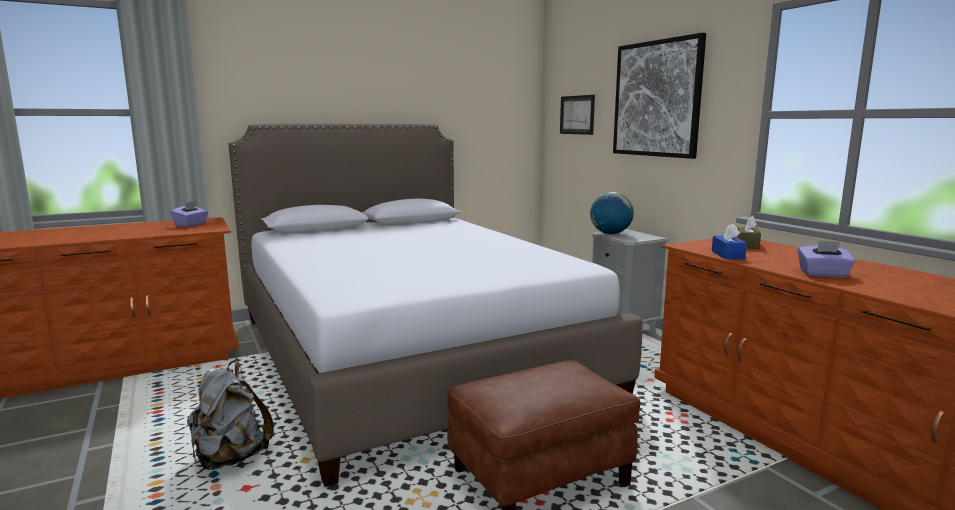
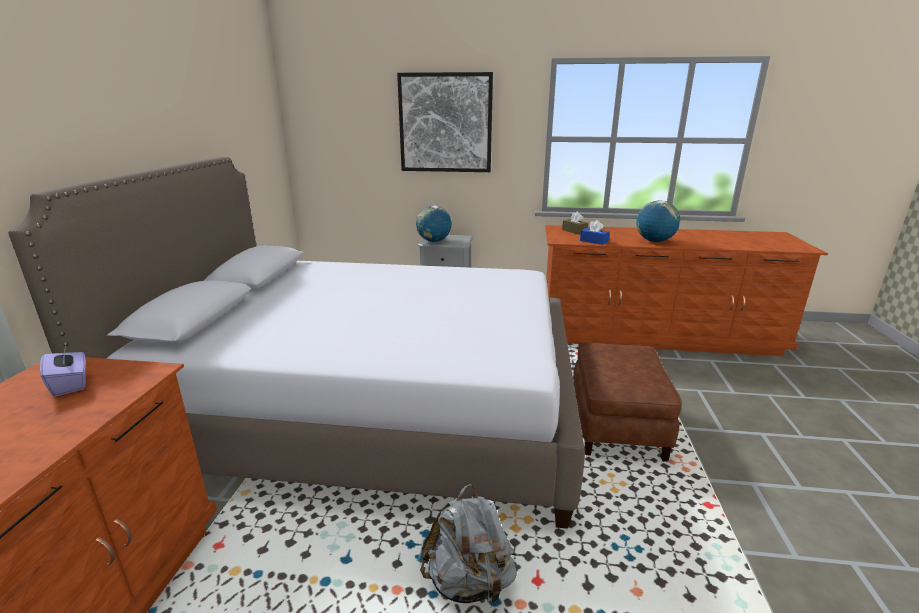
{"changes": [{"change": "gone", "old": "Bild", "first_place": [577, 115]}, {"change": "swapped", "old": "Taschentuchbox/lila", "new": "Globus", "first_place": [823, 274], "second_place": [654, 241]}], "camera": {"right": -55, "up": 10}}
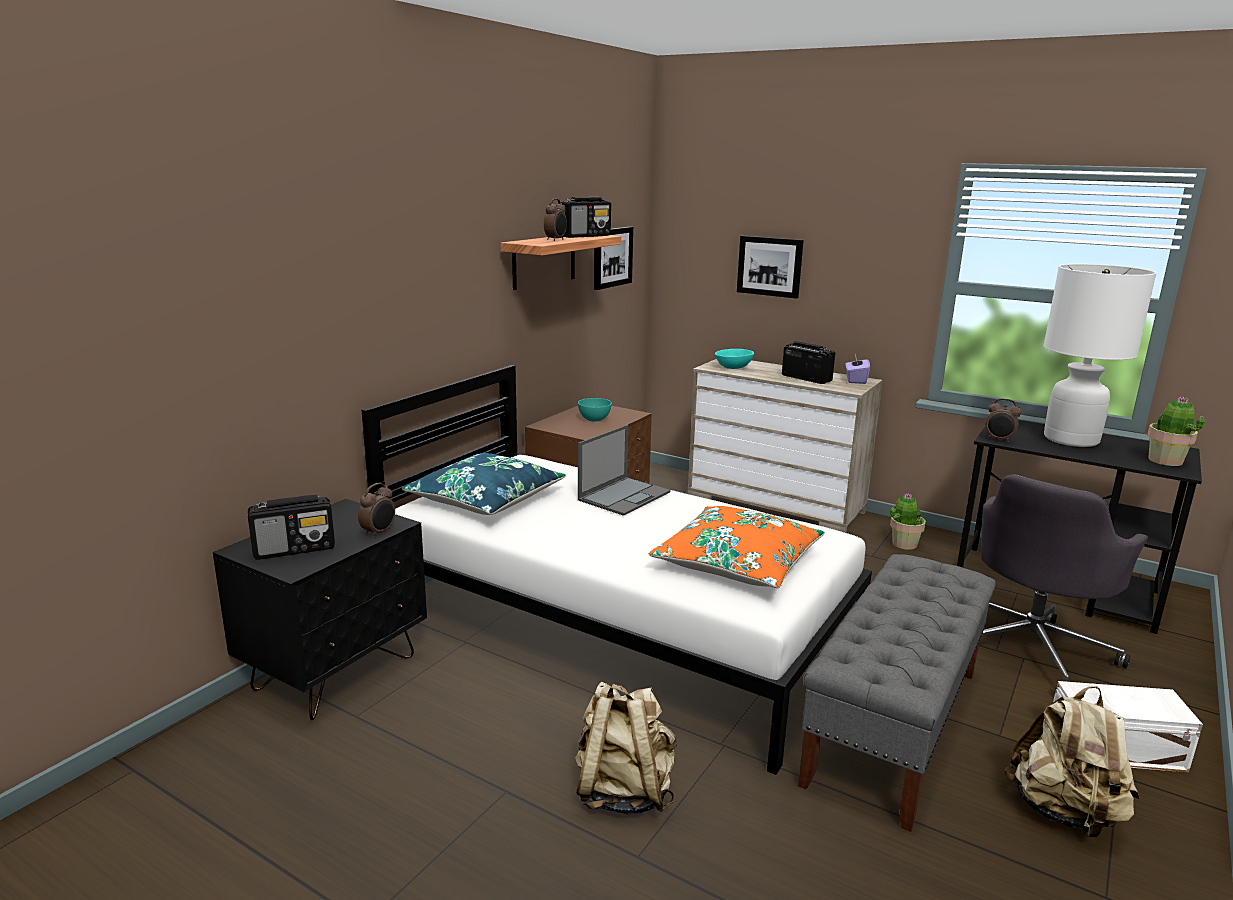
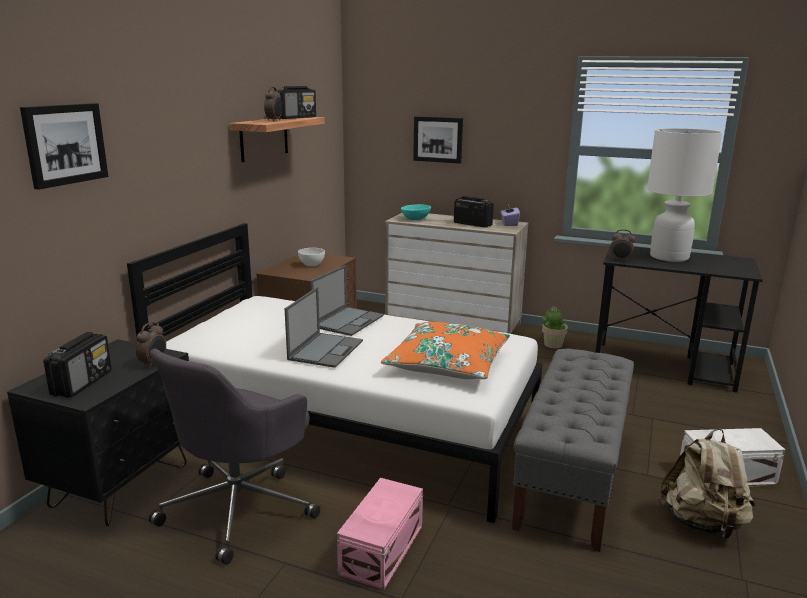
{"changes": [{"change": "rotated", "old": "Radio", "first_place": [295, 549], "second_place": [82, 383], "degrees": -45}, {"change": "gone", "old": "Kissen/blau", "first_place": [486, 499]}, {"change": "swapped", "old": "Rucksack/beige", "new": "Aufbewahrungsbox/rosa", "first_place": [623, 791], "second_place": [380, 550]}, {"change": "repainted", "old": "Schüssel/türkis", "new": "Schüssel/weiß", "first_place": [594, 419], "second_place": [312, 265]}, {"change": "shifted", "old": "Bild", "first_place": [611, 257], "second_place": [65, 144]}, {"change": "shifted", "old": "Bürostuhl/grau", "first_place": [1032, 649], "second_place": [240, 507]}, {"change": "gone", "old": "Topfpflanze", "first_place": [1165, 461]}, {"change": "new", "new": "Laptop", "second_place": [326, 350]}], "camera": {"right": -10, "up": 0}}
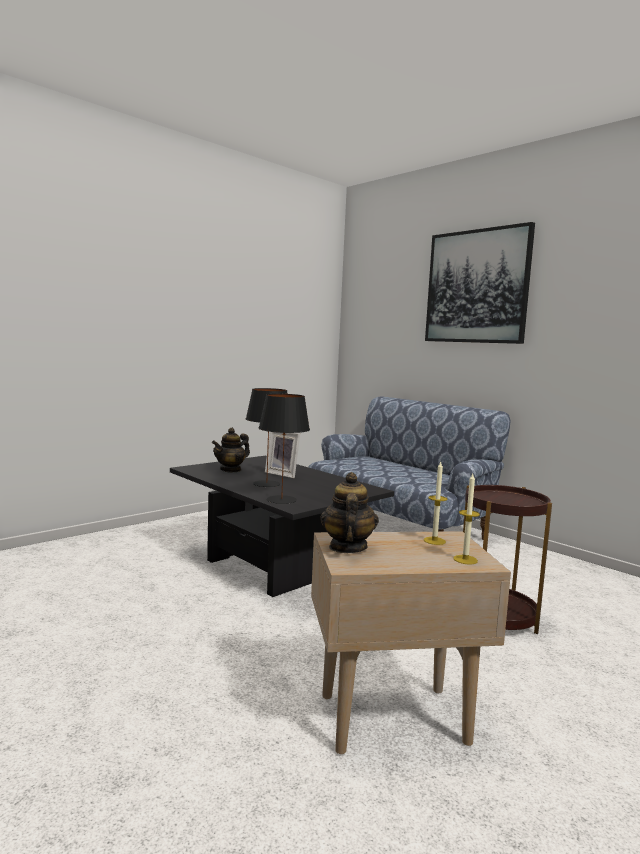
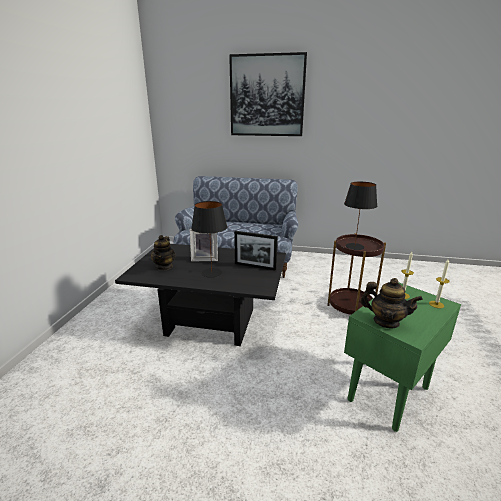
{"changes": [{"change": "shifted", "old": "Tischlampe/schwarz", "first_place": [281, 499], "second_place": [354, 246]}, {"change": "repainted", "old": "Beistelltisch/beige", "new": "Beistelltisch/grün", "first_place": [391, 719], "second_place": [387, 394]}, {"change": "rotated", "old": "Teekanne", "first_place": [347, 547], "second_place": [386, 322], "degrees": 150}, {"change": "new", "new": "Bilderrahmen", "second_place": [255, 266]}], "camera": {"right": -35, "up": 15}}
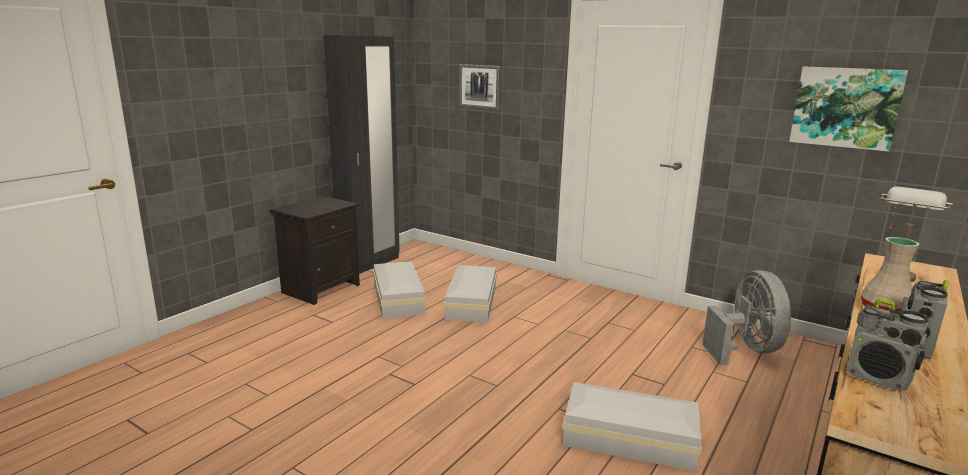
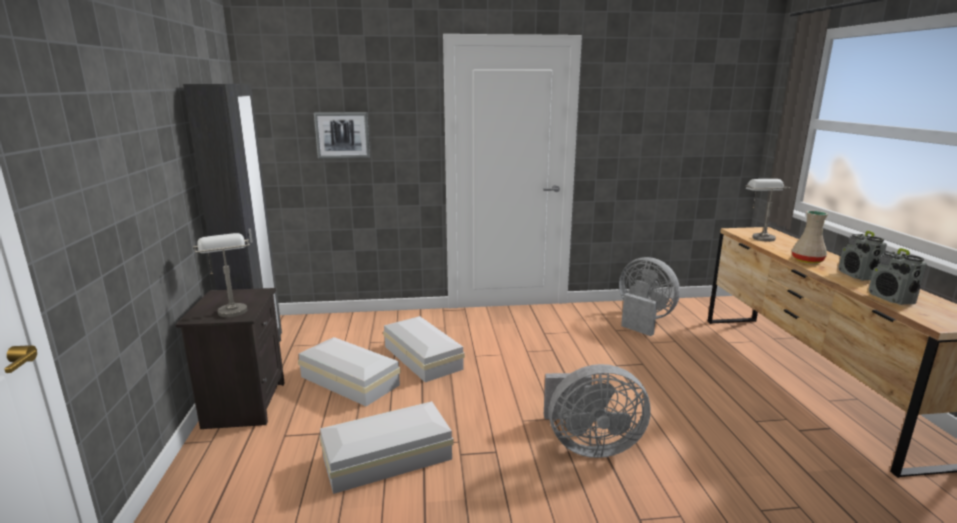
{"changes": [{"change": "shifted", "old": "Aufbewahrungsbox/weiß", "first_place": [631, 440], "second_place": [389, 458]}, {"change": "gone", "old": "Bild", "first_place": [845, 107]}, {"change": "rotated", "old": "Radio", "first_place": [878, 378], "second_place": [891, 299], "degrees": 75}, {"change": "new", "new": "Tischlampe/grau", "second_place": [230, 308]}, {"change": "new", "new": "Ventilator/grau", "second_place": [589, 445]}], "camera": {"right": -40, "up": 0}}
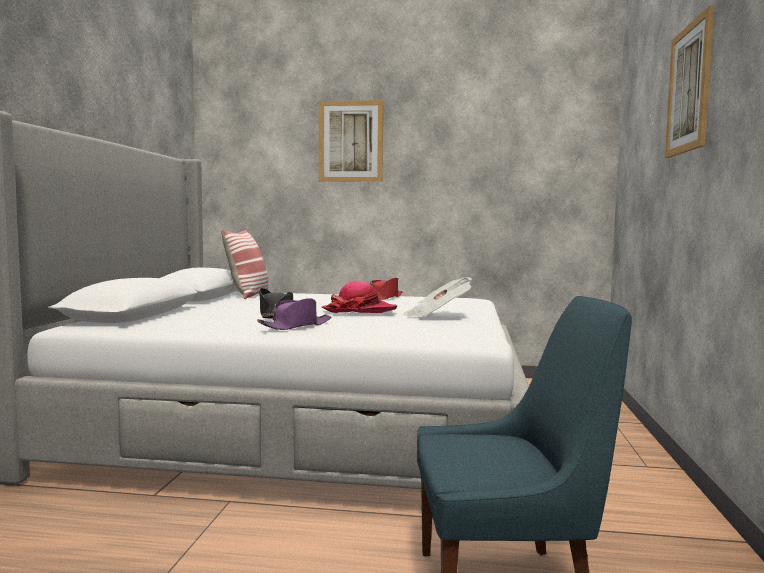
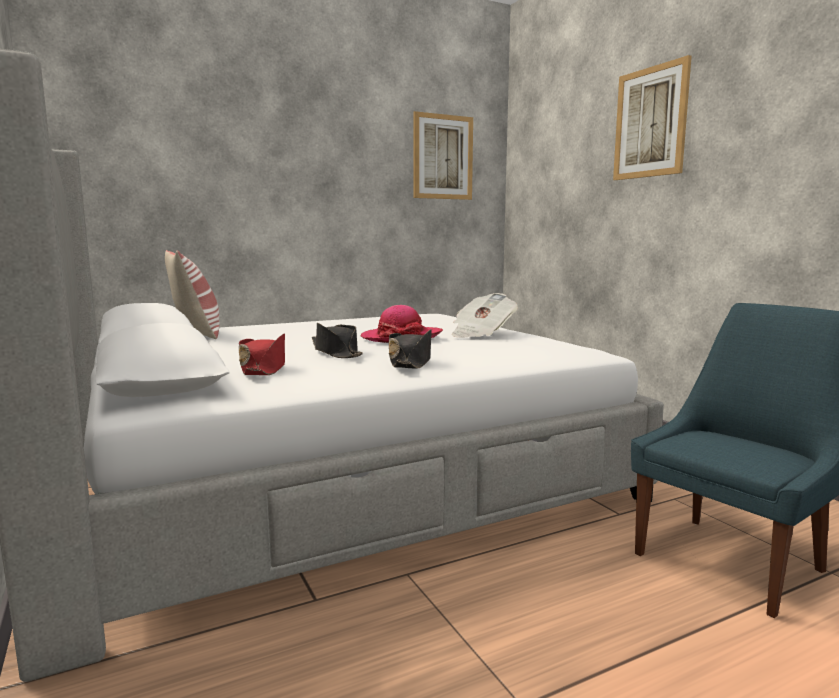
{"changes": [{"change": "repainted", "old": "Hut/lila", "new": "Hut/schwarz", "first_place": [296, 326], "second_place": [410, 362]}, {"change": "shifted", "old": "Bild", "first_place": [350, 141], "second_place": [443, 157]}, {"change": "shifted", "old": "Hut/rot", "first_place": [384, 298], "second_place": [263, 369]}], "camera": {"right": -35, "up": 5}}
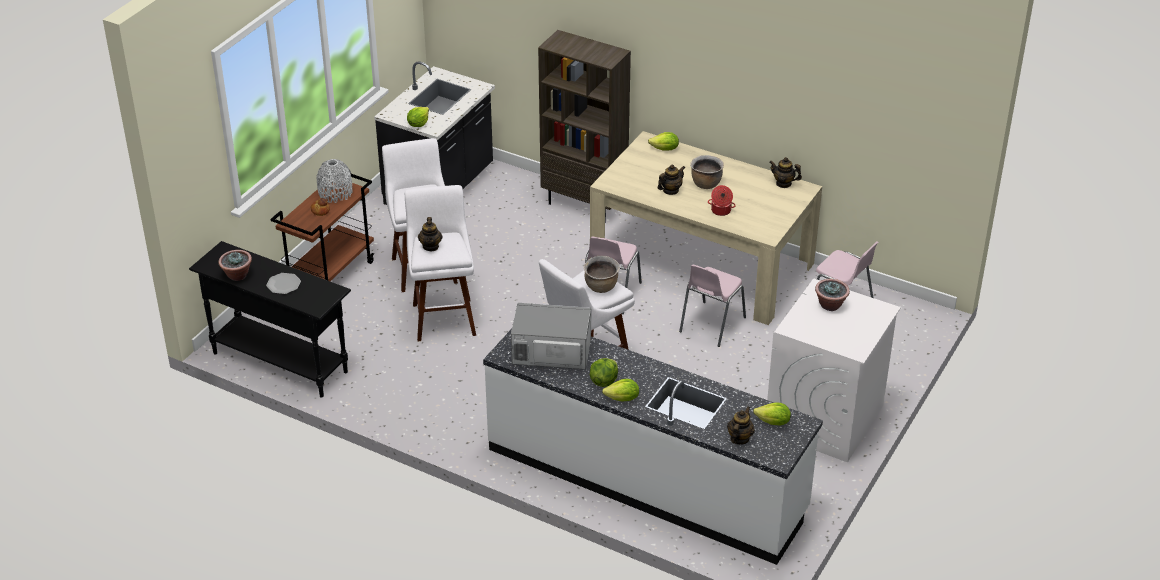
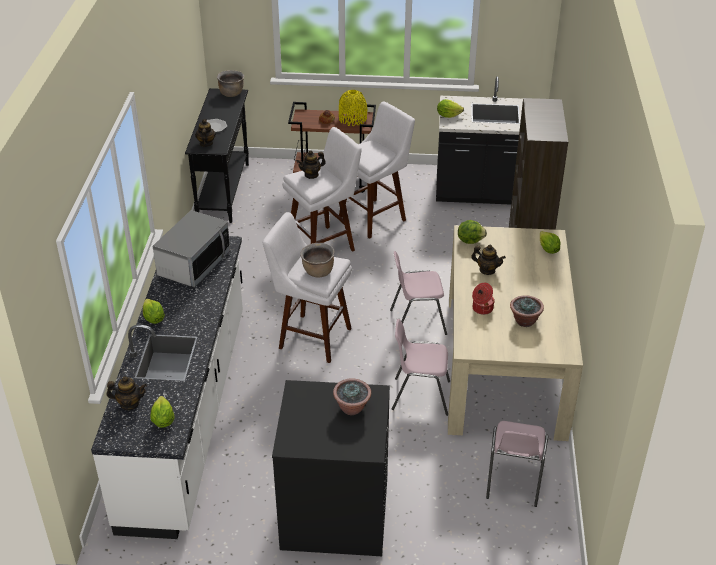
{"changes": [{"change": "shifted", "old": "Topfpflanze", "first_place": [237, 275], "second_place": [524, 321]}, {"change": "repainted", "old": "Vase/grau", "new": "Vase/gelb", "first_place": [335, 193], "second_place": [352, 119]}, {"change": "rotated", "old": "Mikrowelle", "first_place": [551, 354], "second_place": [194, 264], "degrees": 45}, {"change": "shifted", "old": "Salatkopf", "first_place": [603, 381], "second_place": [470, 240]}, {"change": "shifted", "old": "Kochtopf/braun", "first_place": [705, 184], "second_place": [231, 93]}, {"change": "repainted", "old": "Waschmaschine/weiß", "new": "Waschmaschine/schwarz", "first_place": [824, 419], "second_place": [334, 514]}, {"change": "shifted", "old": "Teekanne", "first_place": [784, 183], "second_place": [206, 143]}], "camera": {"right": 65, "up": 0}}
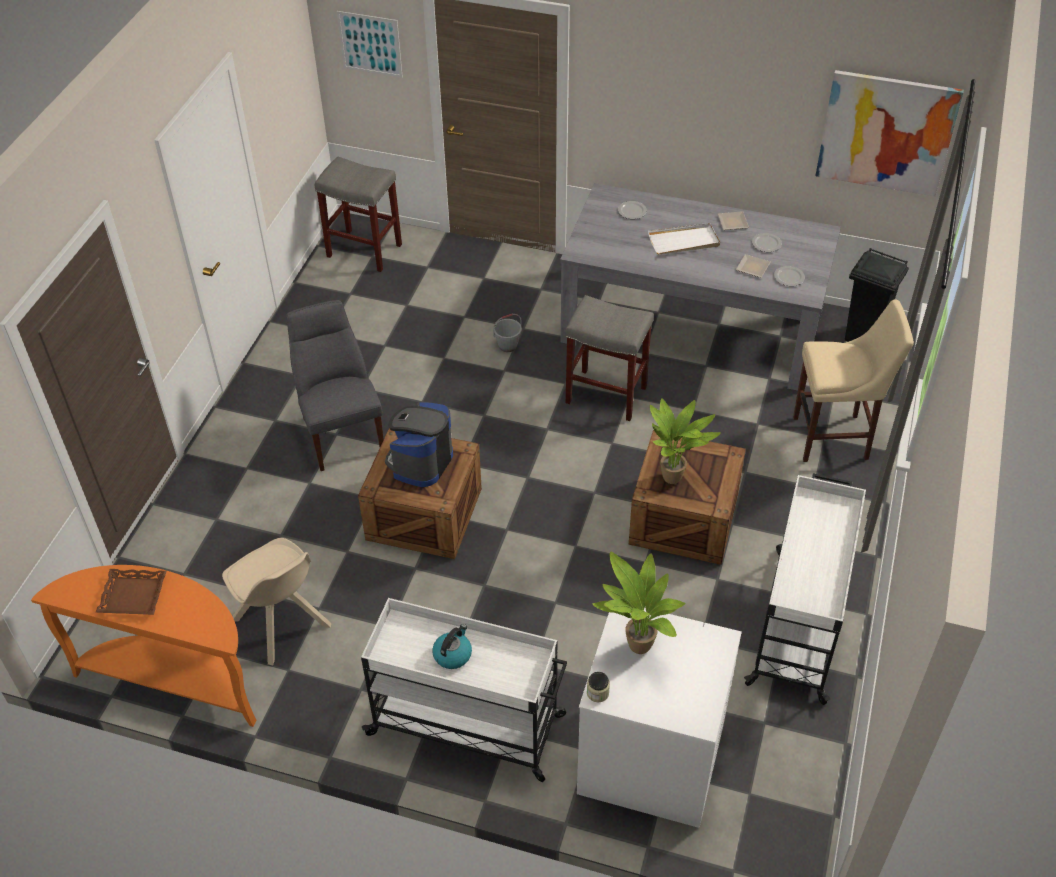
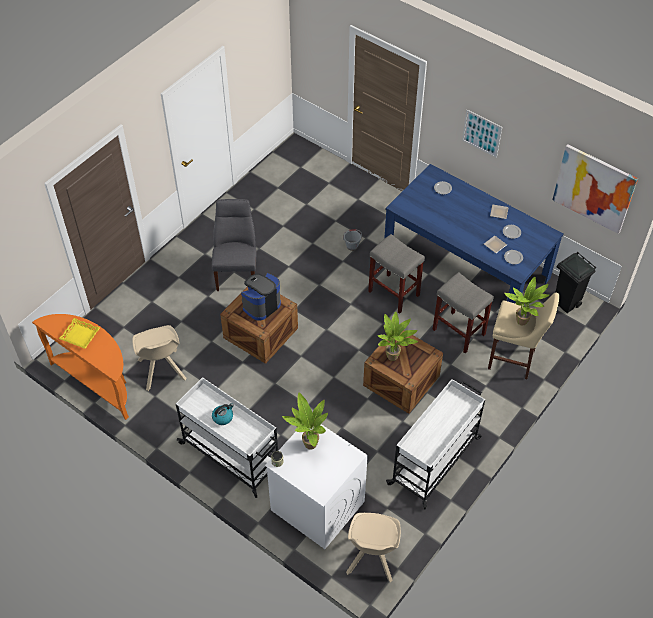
{"changes": [{"change": "repainted", "old": "Tablett/braun", "new": "Tablett/gelb", "first_place": [133, 595], "second_place": [80, 335]}, {"change": "shifted", "old": "Hocker/grau", "first_place": [363, 250], "second_place": [458, 332]}, {"change": "shifted", "old": "Bild", "first_place": [370, 44], "second_place": [482, 133]}, {"change": "repainted", "old": "Esstisch/grau", "new": "Esstisch/blau", "first_place": [692, 326], "second_place": [466, 265]}, {"change": "gone", "old": "Tablett/weiß", "first_place": [684, 241]}, {"change": "new", "new": "Stuhl/beige", "second_place": [372, 558]}, {"change": "new", "new": "Topfpflanze", "second_place": [523, 323]}], "camera": {"right": 20, "up": 5}}
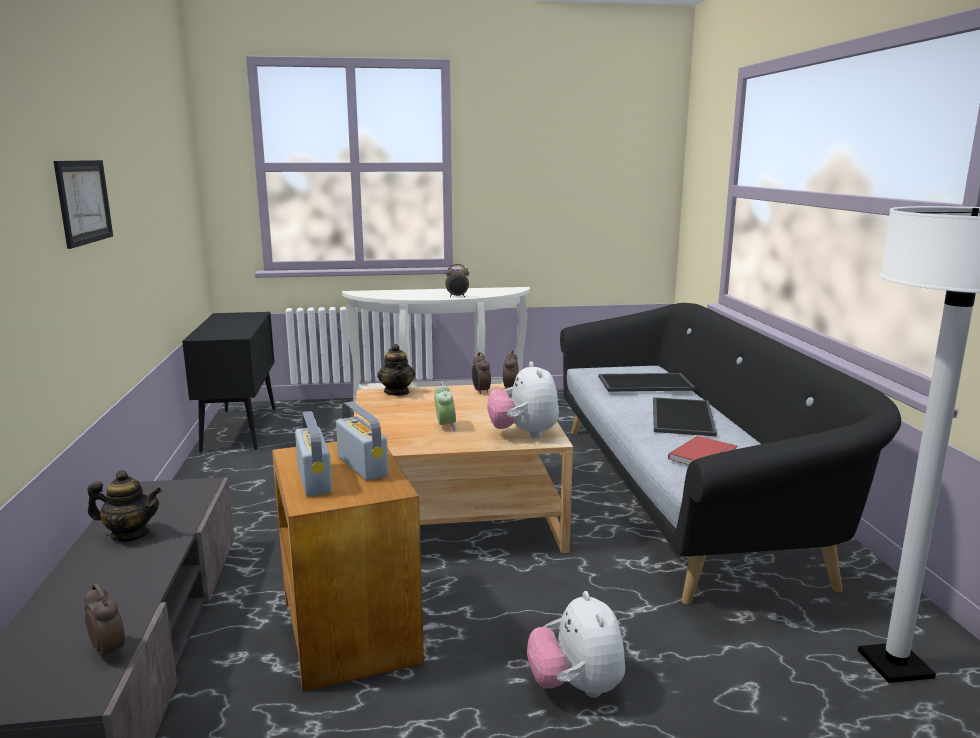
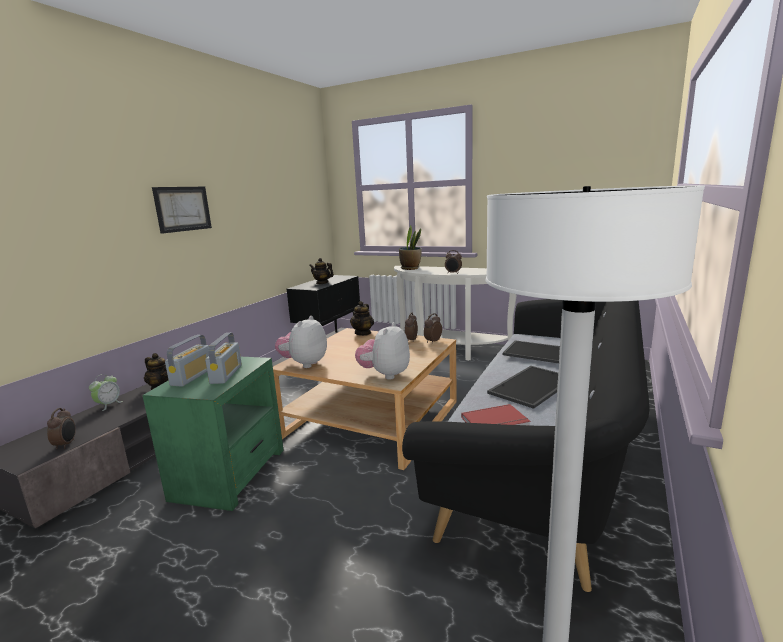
{"changes": [{"change": "repainted", "old": "Beistelltisch/braun", "new": "Beistelltisch/grün", "first_place": [350, 627], "second_place": [230, 473]}, {"change": "shifted", "old": "Wecker", "first_place": [445, 426], "second_place": [108, 405]}, {"change": "shifted", "old": "Plüschtier", "first_place": [576, 687], "second_place": [304, 364]}, {"change": "new", "new": "Teekanne", "second_place": [322, 283]}, {"change": "new", "new": "Topfpflanze", "second_place": [410, 268]}], "camera": {"right": 35, "up": 0}}
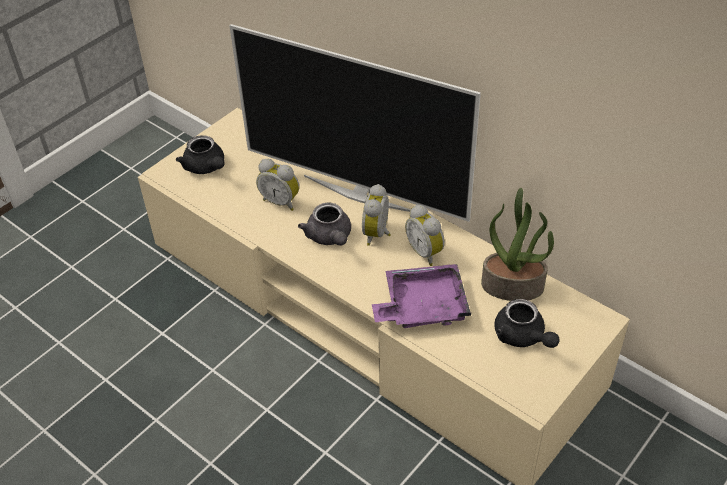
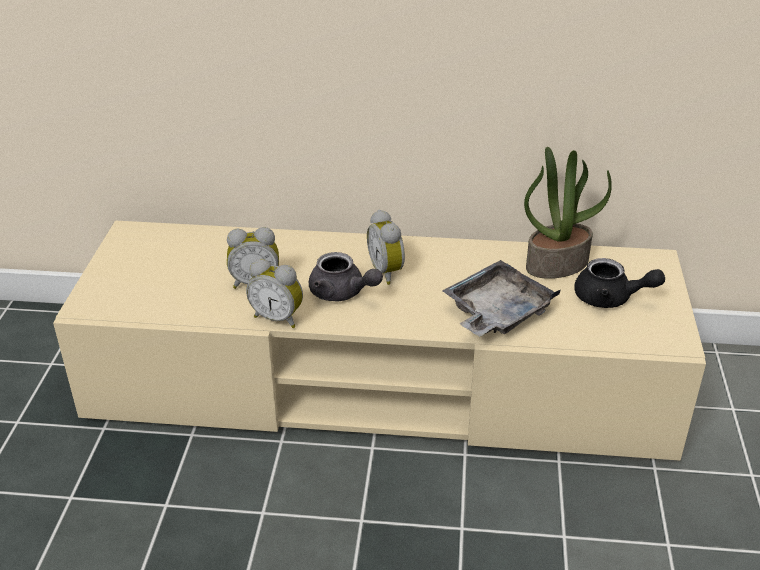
{"changes": [{"change": "gone", "old": "Teekanne/schwarz", "first_place": [206, 167]}, {"change": "gone", "old": "Fernseher", "first_place": [359, 192]}, {"change": "repainted", "old": "Tablett/lila", "new": "Tablett/grau", "first_place": [422, 306], "second_place": [496, 313]}, {"change": "shifted", "old": "Wecker", "first_place": [426, 252], "second_place": [278, 318]}], "camera": {"right": -35, "up": -10}}
